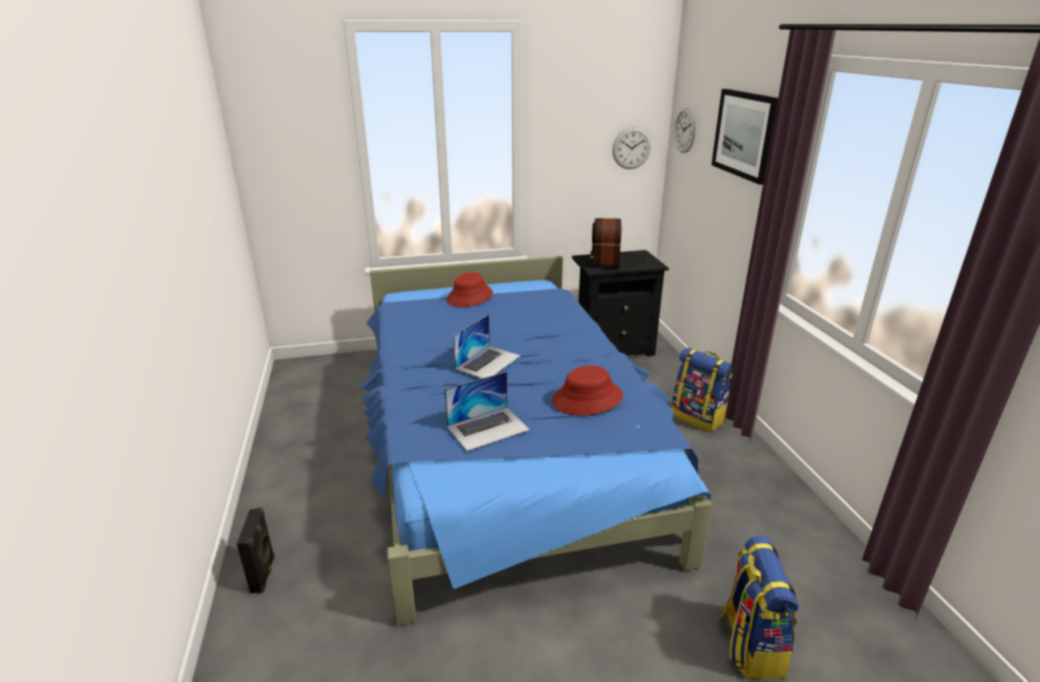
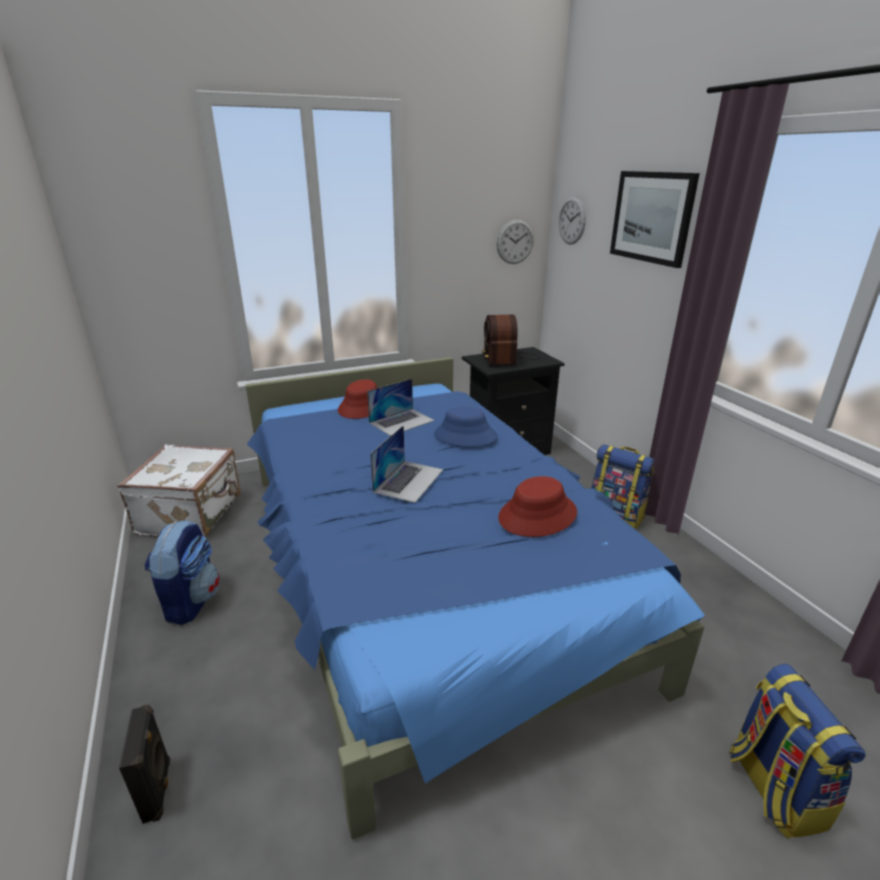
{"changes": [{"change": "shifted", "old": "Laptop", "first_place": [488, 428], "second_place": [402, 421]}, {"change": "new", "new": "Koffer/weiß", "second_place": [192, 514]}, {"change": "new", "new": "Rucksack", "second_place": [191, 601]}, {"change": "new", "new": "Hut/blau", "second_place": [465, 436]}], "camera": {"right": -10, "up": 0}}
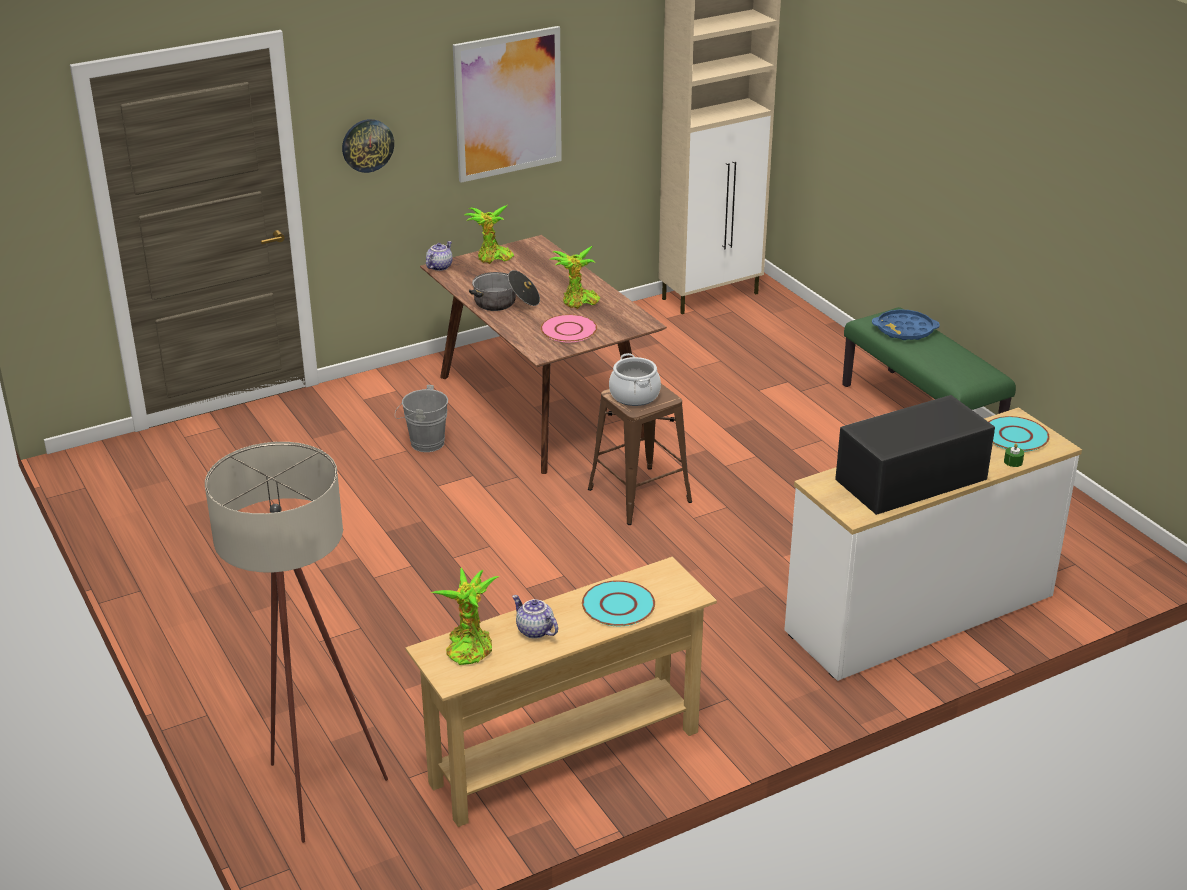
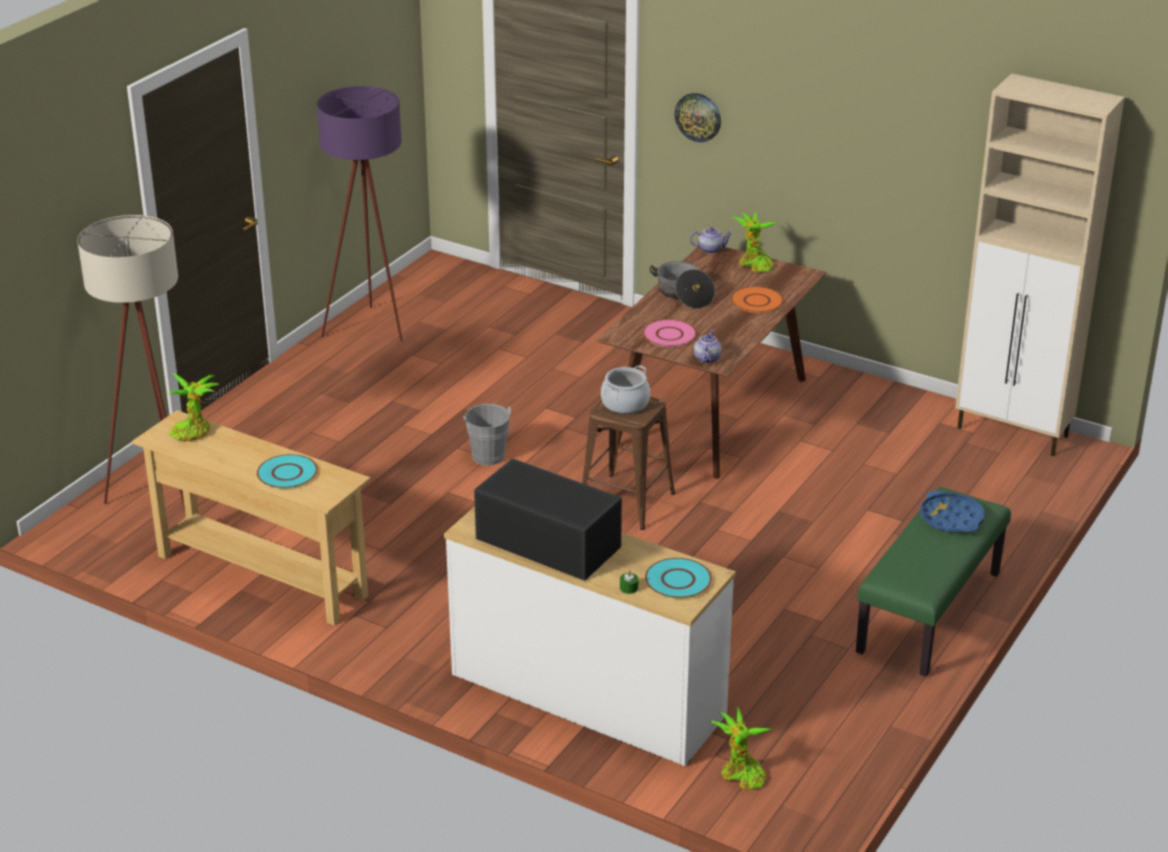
{"changes": [{"change": "shifted", "old": "Eimer/grau", "first_place": [423, 443], "second_place": [487, 454]}, {"change": "gone", "old": "Bild", "first_place": [508, 104]}, {"change": "shifted", "old": "Teekanne", "first_place": [534, 631], "second_place": [706, 358]}, {"change": "shifted", "old": "Topfpflanze", "first_place": [578, 302], "second_place": [740, 776]}, {"change": "new", "new": "Stehlampe/lila", "second_place": [372, 331]}, {"change": "new", "new": "Teller/orange", "second_place": [757, 301]}], "camera": {"right": 60, "up": 0}}
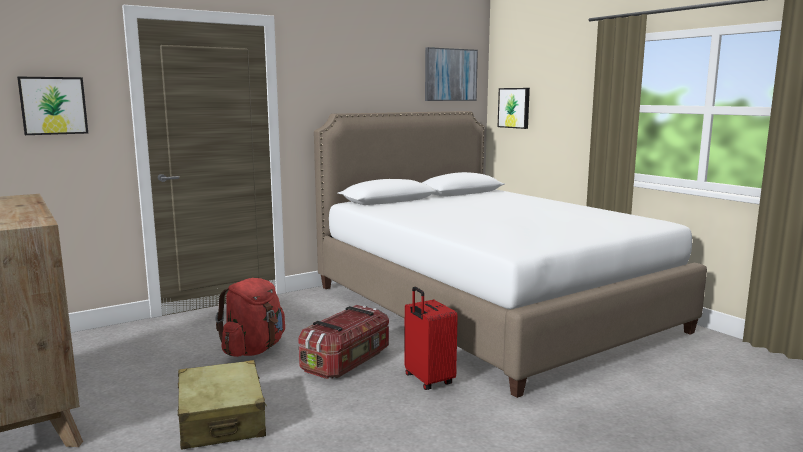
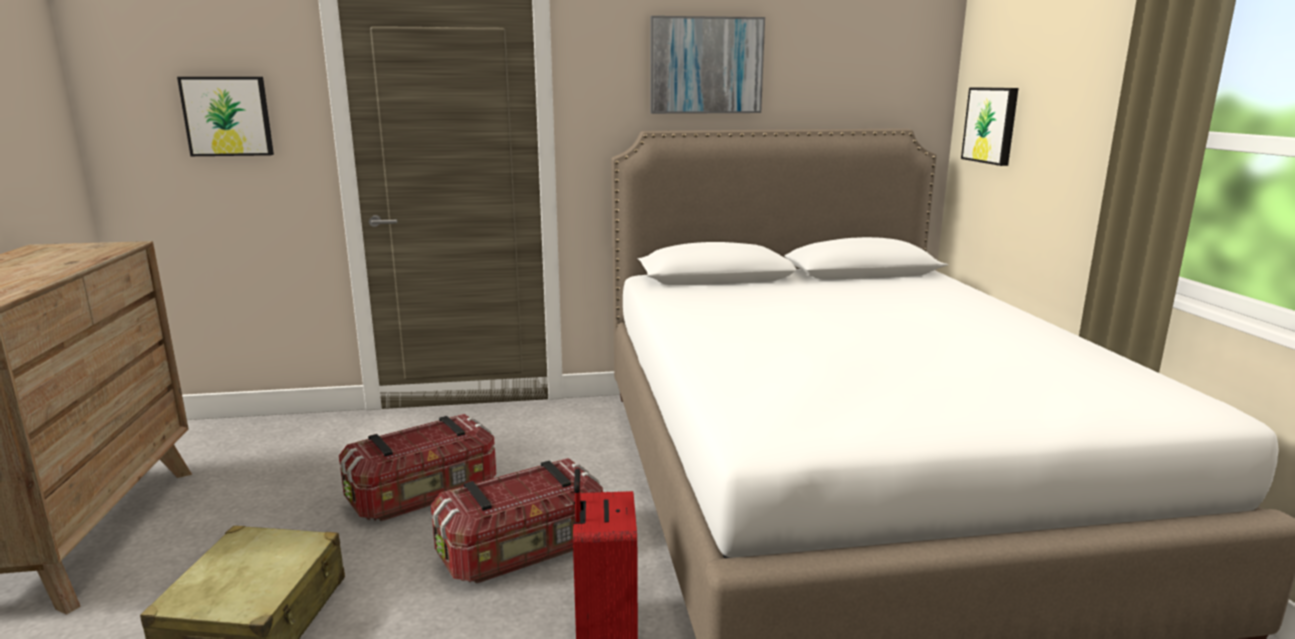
{"changes": [{"change": "swapped", "old": "Rucksack/rot", "new": "Aufbewahrungsbox", "first_place": [254, 350], "second_place": [424, 495]}, {"change": "shifted", "old": "Bild", "first_place": [450, 75], "second_place": [706, 65]}], "camera": {"right": 25, "up": 5}}
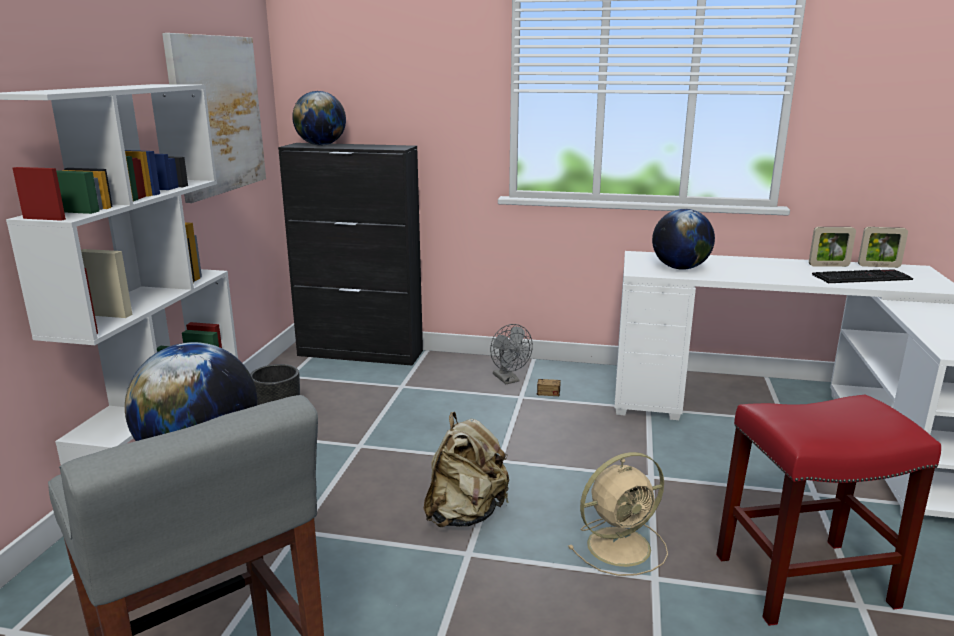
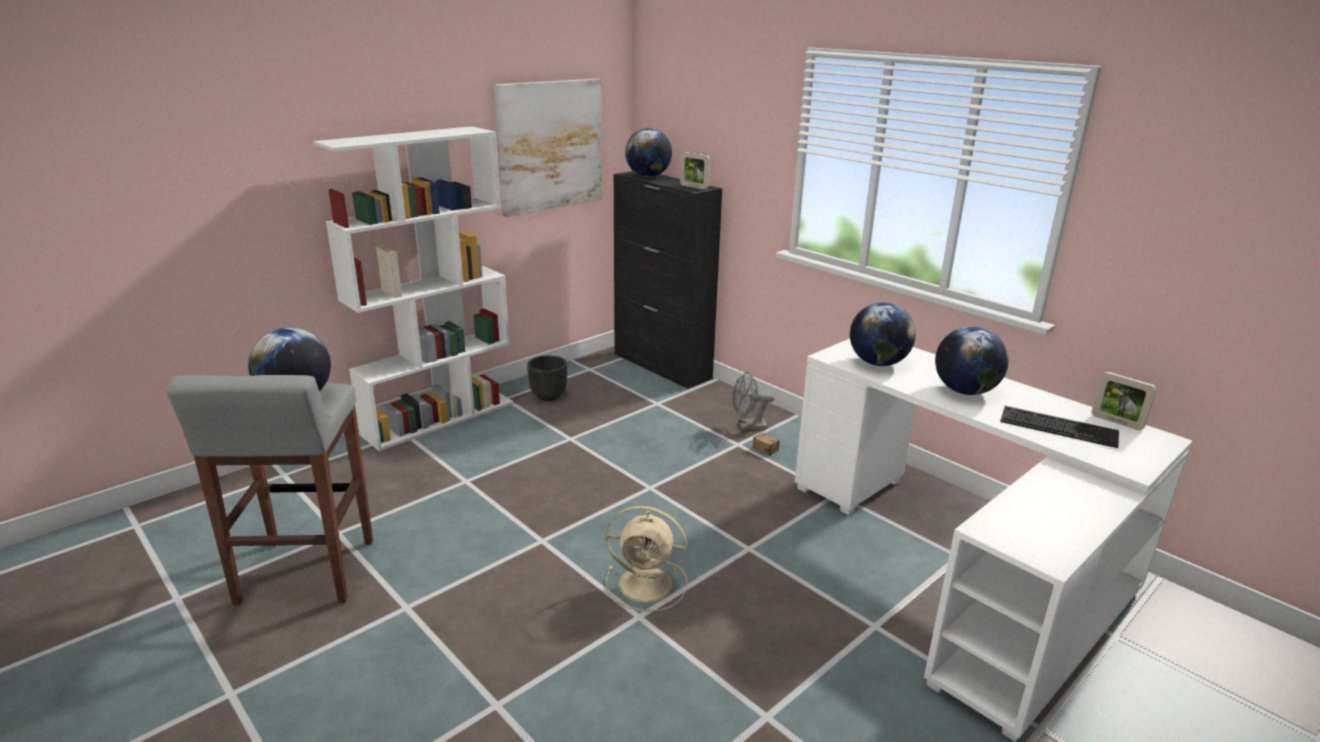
{"changes": [{"change": "gone", "old": "Rucksack/beige", "first_place": [465, 514]}, {"change": "rotated", "old": "Ventilator/grau", "first_place": [508, 380], "second_place": [748, 426], "degrees": 75}, {"change": "gone", "old": "Hocker/rot", "first_place": [803, 581]}, {"change": "shifted", "old": "Bilderrahmen", "first_place": [828, 265], "second_place": [694, 187]}, {"change": "new", "new": "Globus", "second_place": [965, 391]}], "camera": {"right": 35, "up": 5}}
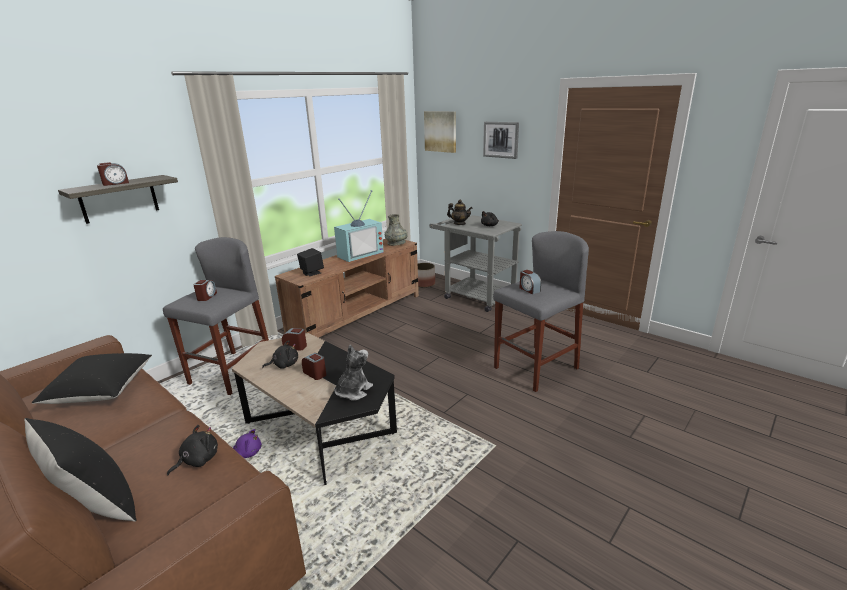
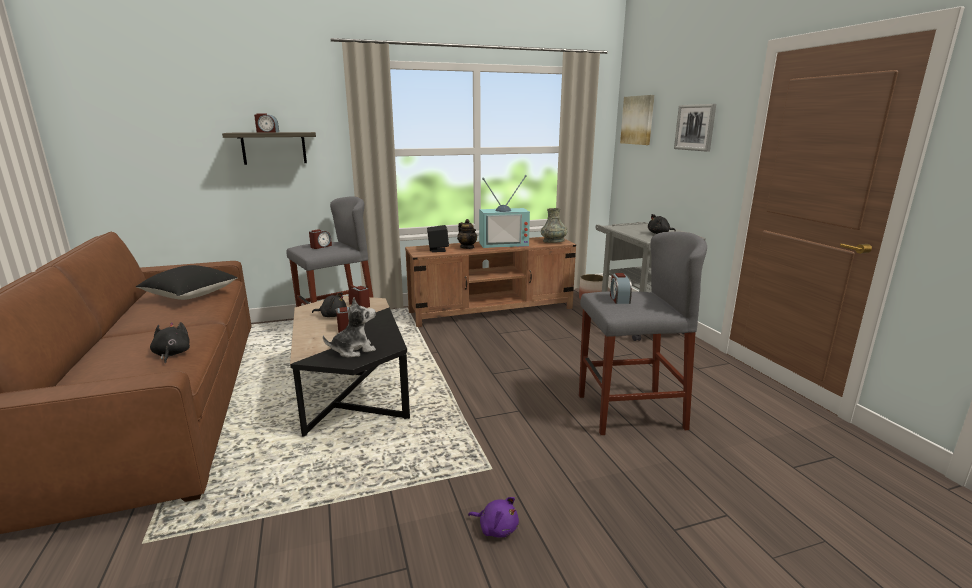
{"changes": [{"change": "gone", "old": "Kissen/schwarz", "first_place": [96, 507]}, {"change": "rotated", "old": "Plüschtier/schwarz", "first_place": [198, 460], "second_place": [172, 354], "degrees": -90}, {"change": "shifted", "old": "Plüschtier/lila", "first_place": [247, 453], "second_place": [496, 528]}, {"change": "shifted", "old": "Teekanne", "first_place": [459, 224], "second_place": [467, 247]}], "camera": {"right": 30, "up": -5}}
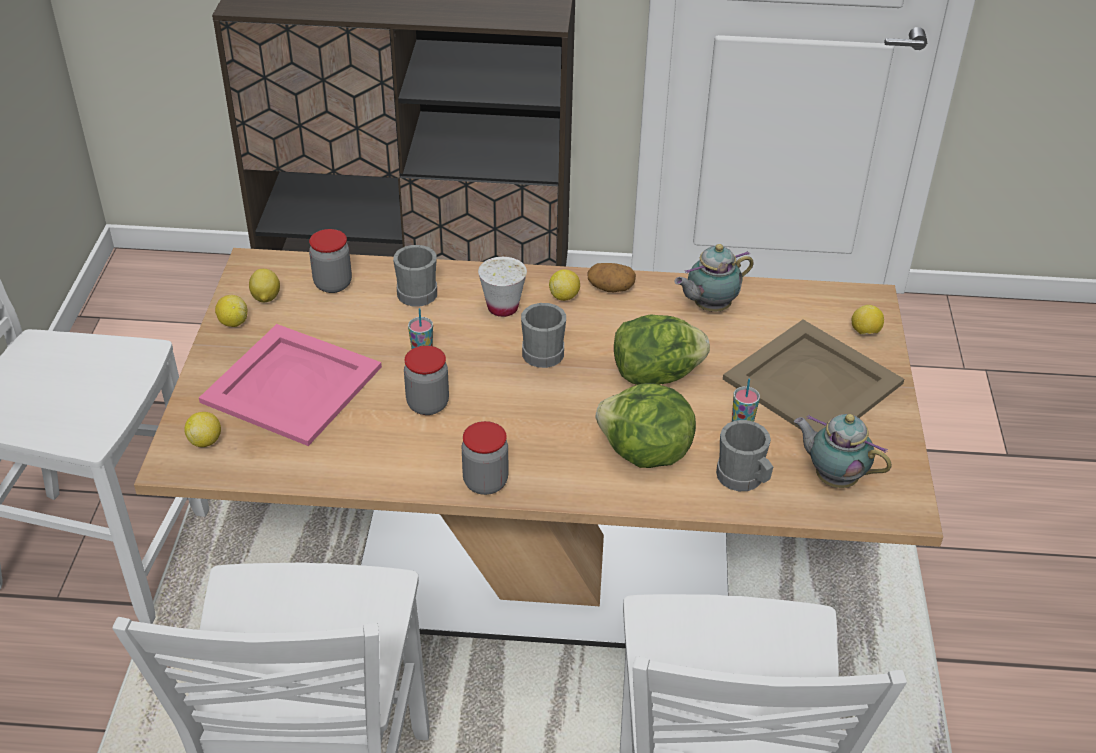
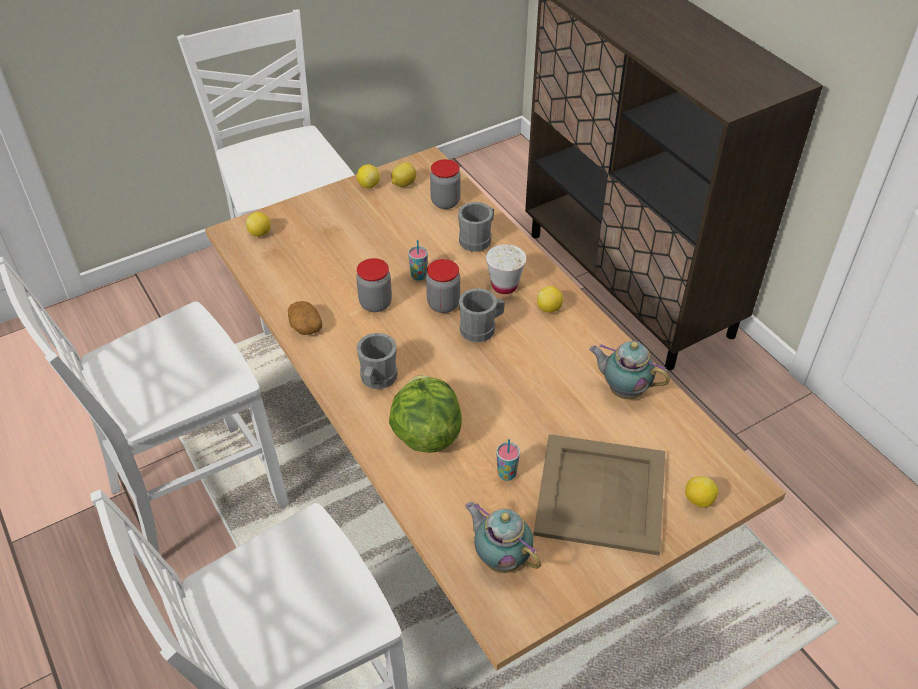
{"changes": [{"change": "gone", "old": "Tablett/rosa", "first_place": [292, 385]}, {"change": "shifted", "old": "Vorratsglas", "first_place": [485, 482], "second_place": [443, 304]}, {"change": "shifted", "old": "Kartoffel", "first_place": [610, 287], "second_place": [305, 326]}, {"change": "gone", "old": "Salatkopf", "first_place": [656, 375]}, {"change": "shifted", "old": "Henkelbecher/grau", "first_place": [743, 479], "second_place": [377, 379]}, {"change": "rotated", "old": "Teekanne", "first_place": [833, 477], "second_place": [500, 557], "degrees": -45}], "camera": {"right": 55, "up": 5}}
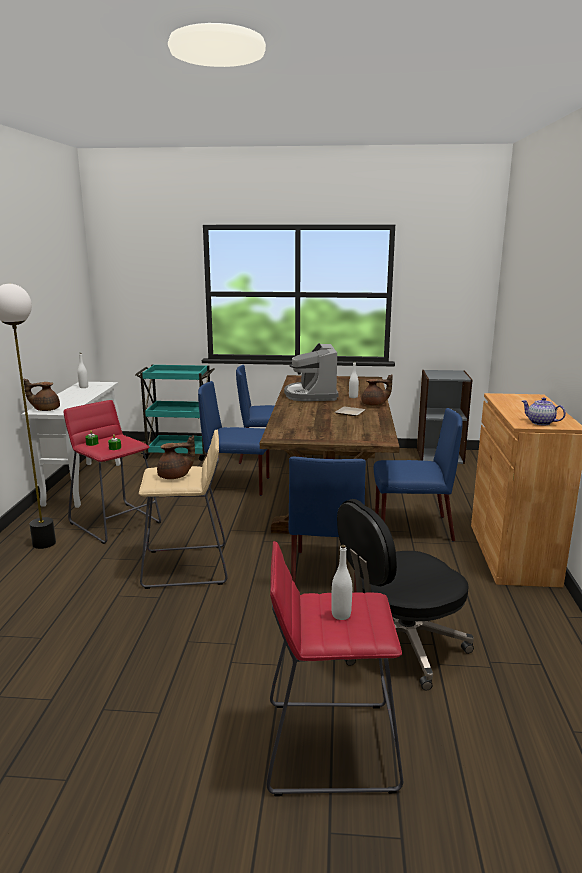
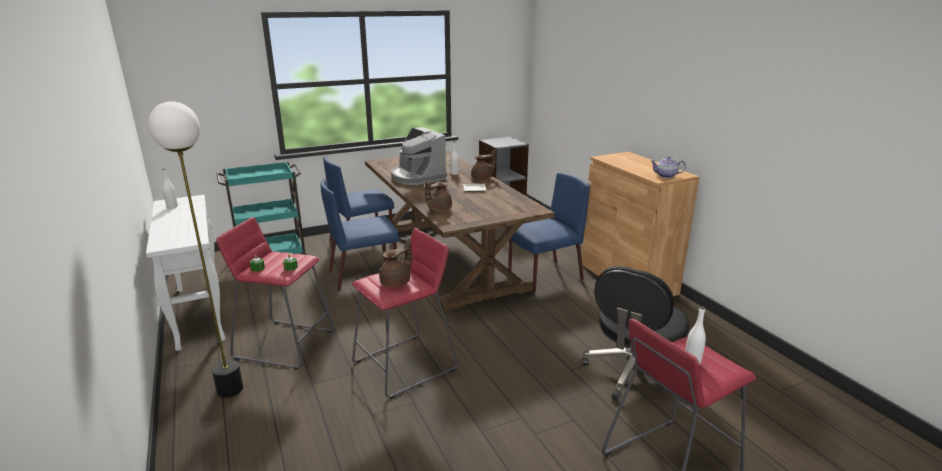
{"changes": [{"change": "shifted", "old": "Teekanne/braun", "first_place": [45, 409], "second_place": [438, 209]}, {"change": "repainted", "old": "Hocker/beige", "new": "Hocker/rot", "first_place": [186, 567], "second_place": [405, 365]}, {"change": "gone", "old": "Stuhl/blau", "first_place": [326, 572]}], "camera": {"right": -30, "up": 5}}
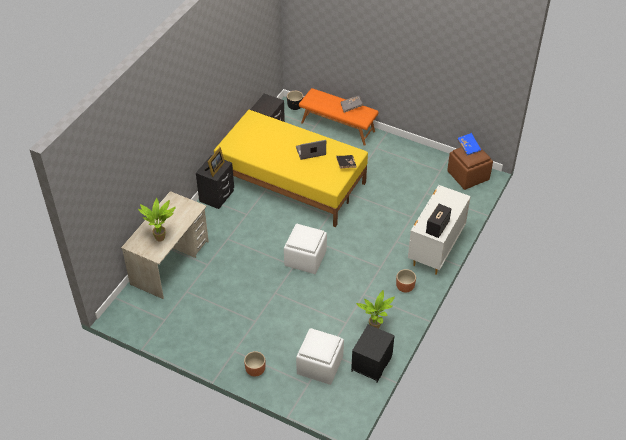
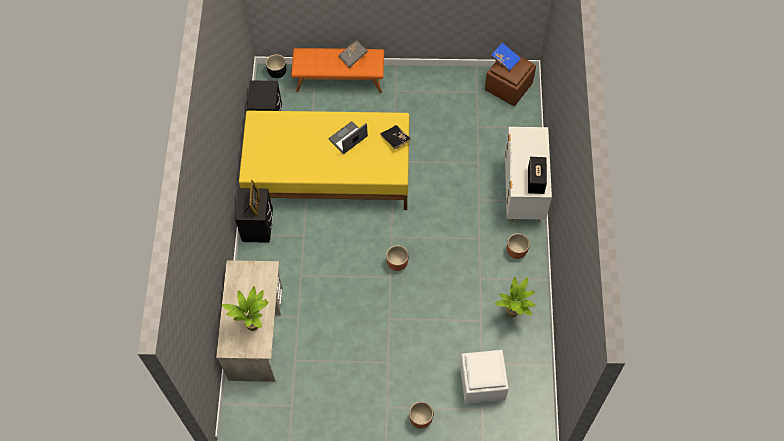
{"changes": [{"change": "swapped", "old": "Polsterhocker/weiß", "new": "Pflanzkübel/braun", "first_place": [305, 259], "second_place": [397, 263]}, {"change": "gone", "old": "Nachttisch/schwarz", "first_place": [372, 365]}], "camera": {"right": -25, "up": 15}}
